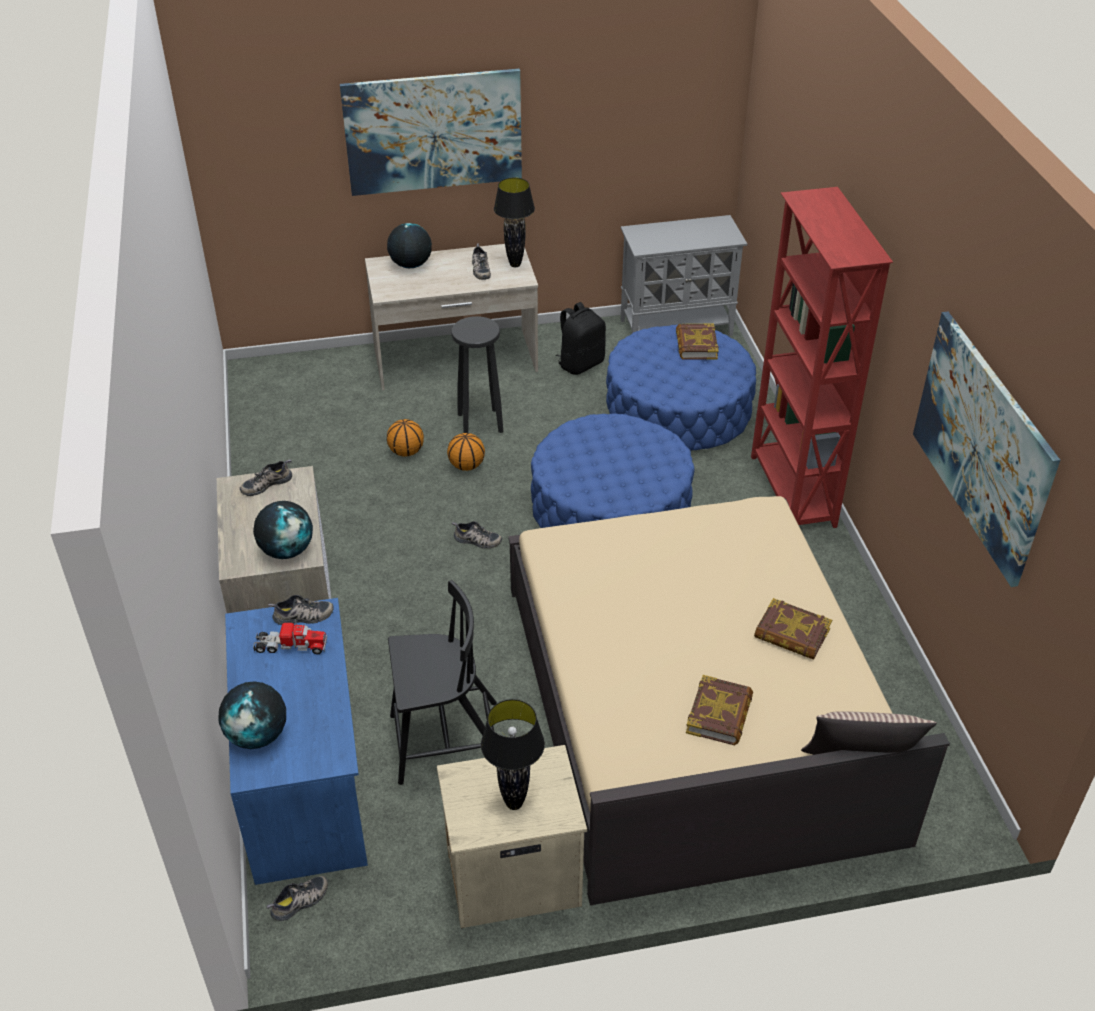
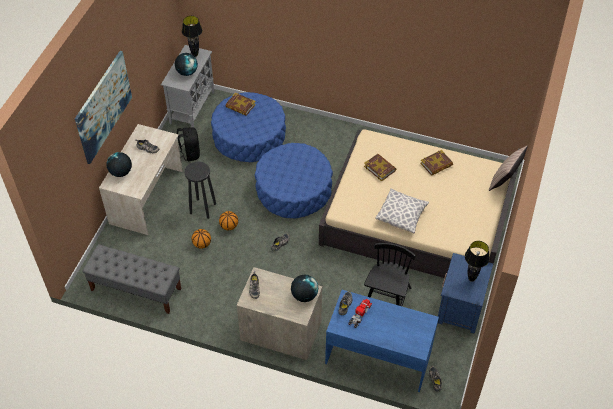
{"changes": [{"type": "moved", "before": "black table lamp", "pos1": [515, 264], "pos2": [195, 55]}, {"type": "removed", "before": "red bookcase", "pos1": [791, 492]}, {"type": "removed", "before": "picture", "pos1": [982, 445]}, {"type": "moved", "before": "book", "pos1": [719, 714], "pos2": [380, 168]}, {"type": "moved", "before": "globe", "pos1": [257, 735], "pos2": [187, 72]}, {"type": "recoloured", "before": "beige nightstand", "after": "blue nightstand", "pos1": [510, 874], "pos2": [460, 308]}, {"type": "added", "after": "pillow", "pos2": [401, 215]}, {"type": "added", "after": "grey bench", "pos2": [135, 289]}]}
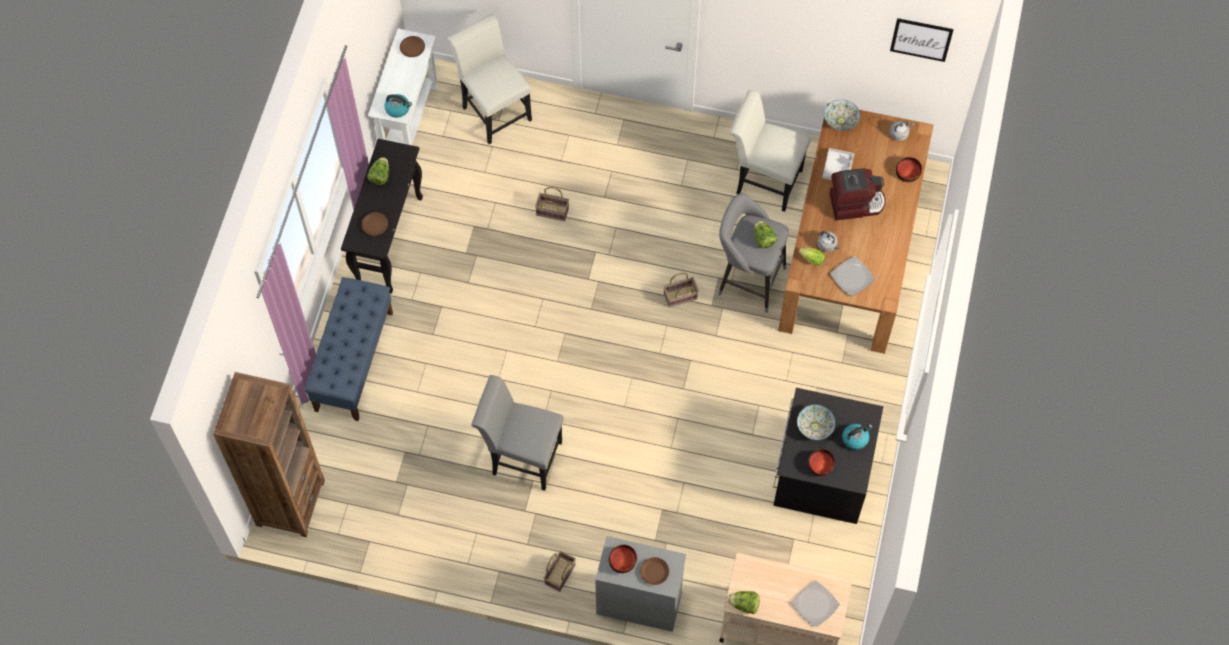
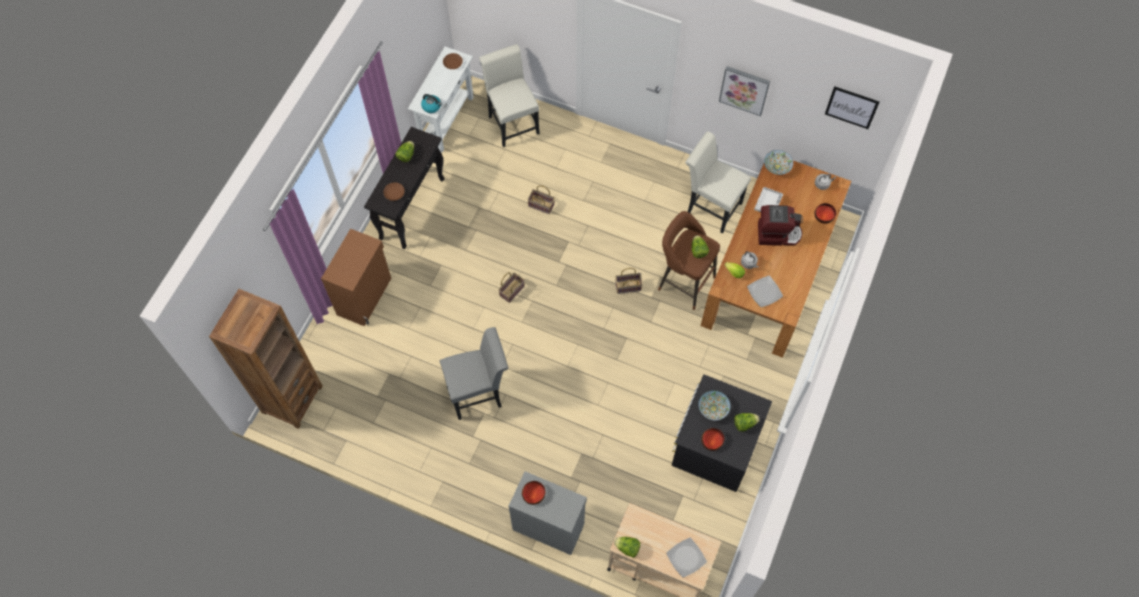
{"changes": [{"type": "recoloured", "before": "grey stool", "after": "brown stool", "pos1": [747, 279], "pos2": [683, 281]}, {"type": "replaced", "before": "blue bench", "after": "brown cabinet", "pos1": [354, 361], "pos2": [365, 296]}, {"type": "turned", "before": "grey chair", "pos1": [521, 456], "pos2": [479, 392], "turn": 135}, {"type": "replaced", "before": "kettle", "after": "lettuce", "pos1": [855, 438], "pos2": [744, 424]}, {"type": "moved", "before": "basket", "pos1": [559, 573], "pos2": [512, 290]}, {"type": "removed", "before": "brown plate", "pos1": [654, 572]}, {"type": "added", "after": "picture", "pos2": [744, 90]}]}
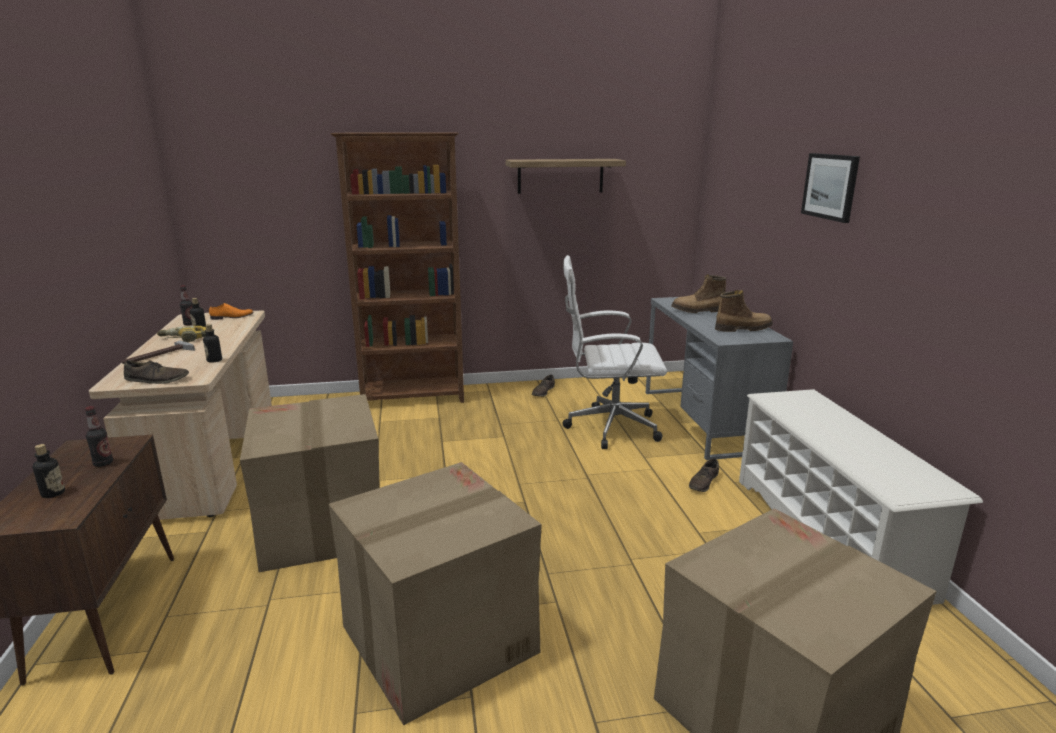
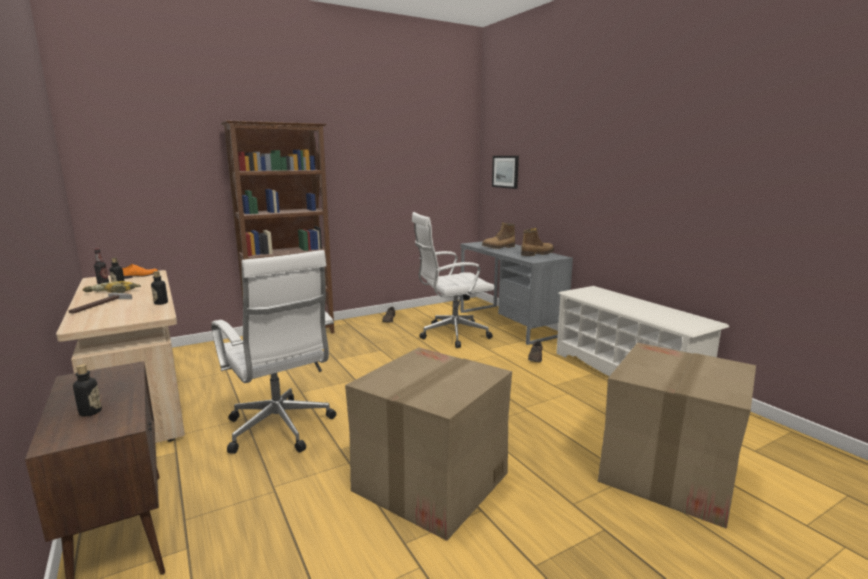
{"changes": [{"type": "moved", "before": "picture", "pos1": [830, 186], "pos2": [505, 171]}, {"type": "removed", "before": "shelf", "pos1": [560, 176]}, {"type": "removed", "before": "brown shoe", "pos1": [157, 379]}, {"type": "replaced", "before": "cardboard box", "after": "white office chair", "pos1": [322, 527], "pos2": [281, 430]}, {"type": "removed", "before": "bottle", "pos1": [103, 463]}]}
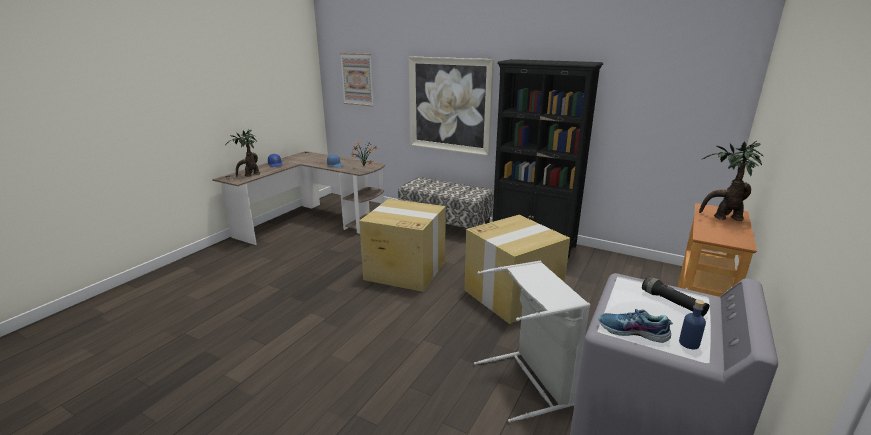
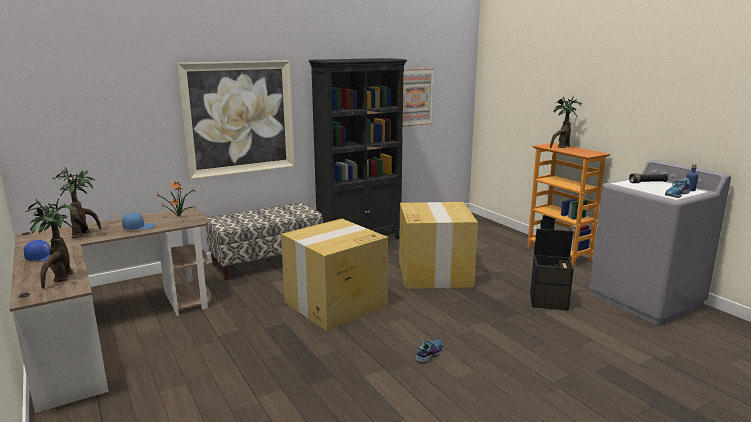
{"changes": [{"type": "moved", "before": "picture", "pos1": [357, 79], "pos2": [414, 97]}, {"type": "replaced", "before": "grey laundry basket", "after": "black storage box", "pos1": [531, 381], "pos2": [549, 301]}, {"type": "added", "after": "potted plant", "pos2": [84, 234]}, {"type": "added", "after": "shoe", "pos2": [429, 354]}]}
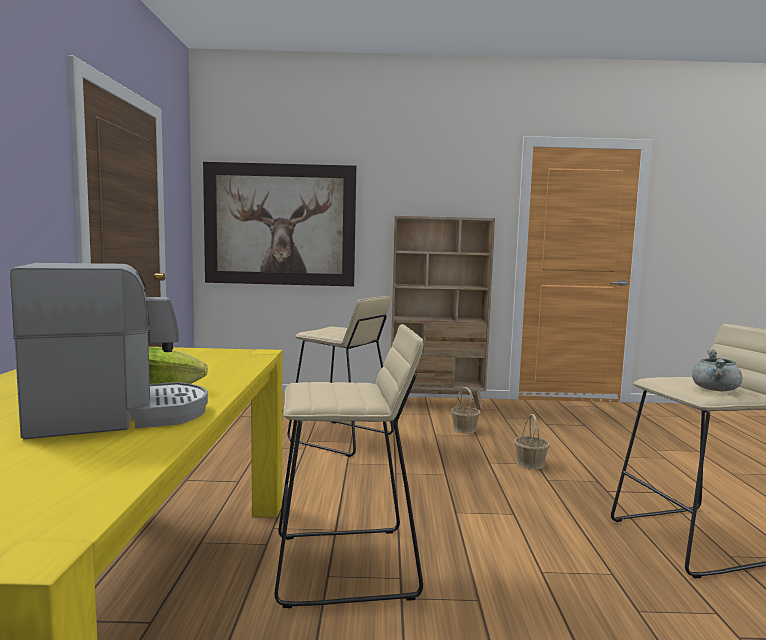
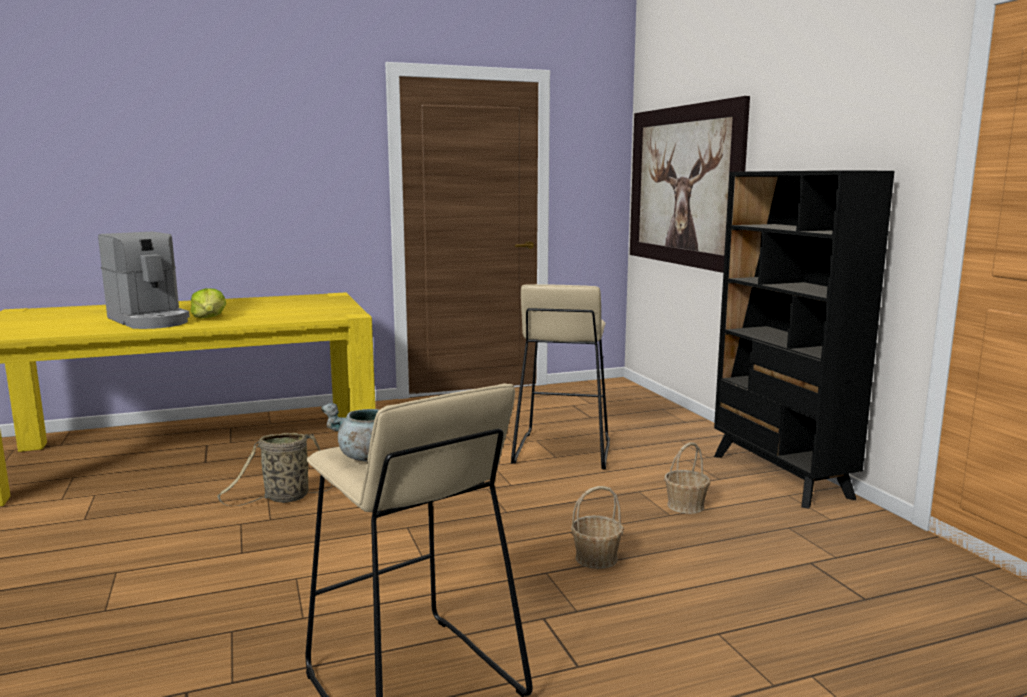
{"changes": [{"type": "recoloured", "before": "beige bookcase", "after": "black bookcase", "pos1": [436, 403], "pos2": [780, 476]}, {"type": "replaced", "before": "beige stool", "after": "basket", "pos1": [346, 566], "pos2": [284, 498]}]}
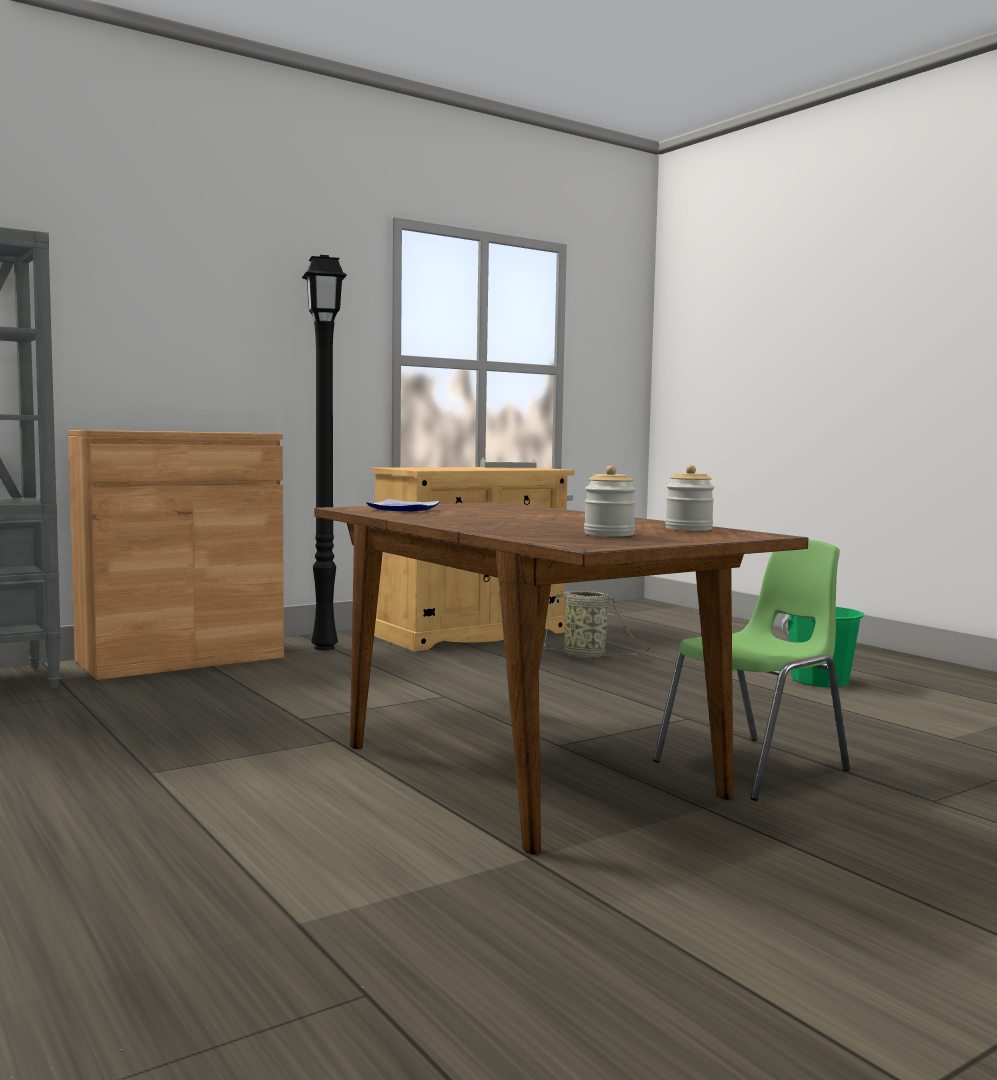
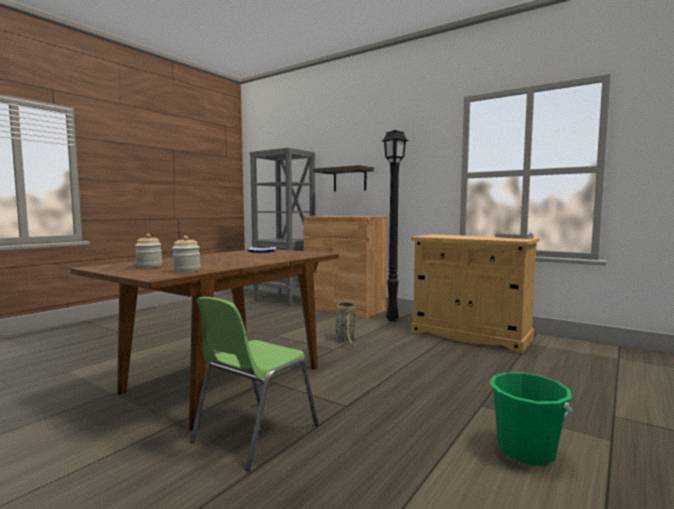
{"changes": [{"type": "turned", "before": "green chair", "pos1": [755, 766], "pos2": [253, 434], "turn": 90}, {"type": "moved", "before": "basket", "pos1": [588, 656], "pos2": [345, 339]}, {"type": "added", "after": "shelf", "pos2": [349, 180]}]}
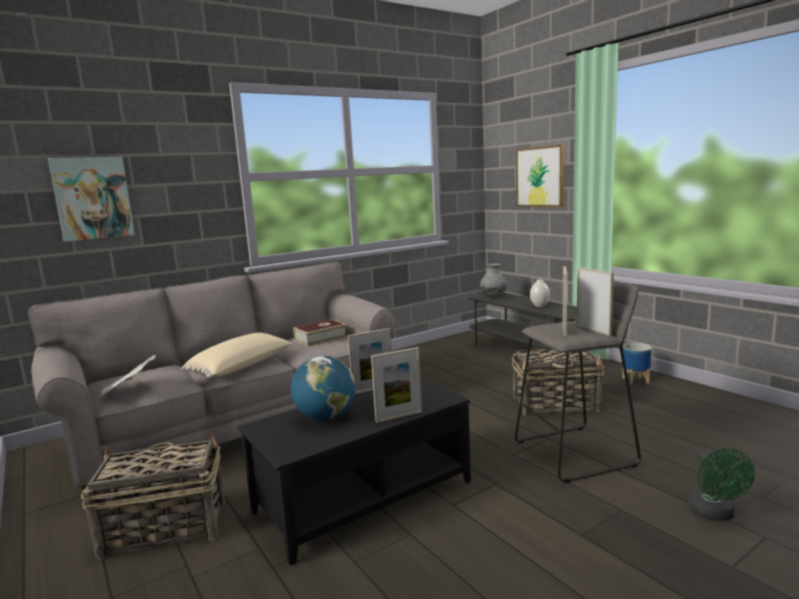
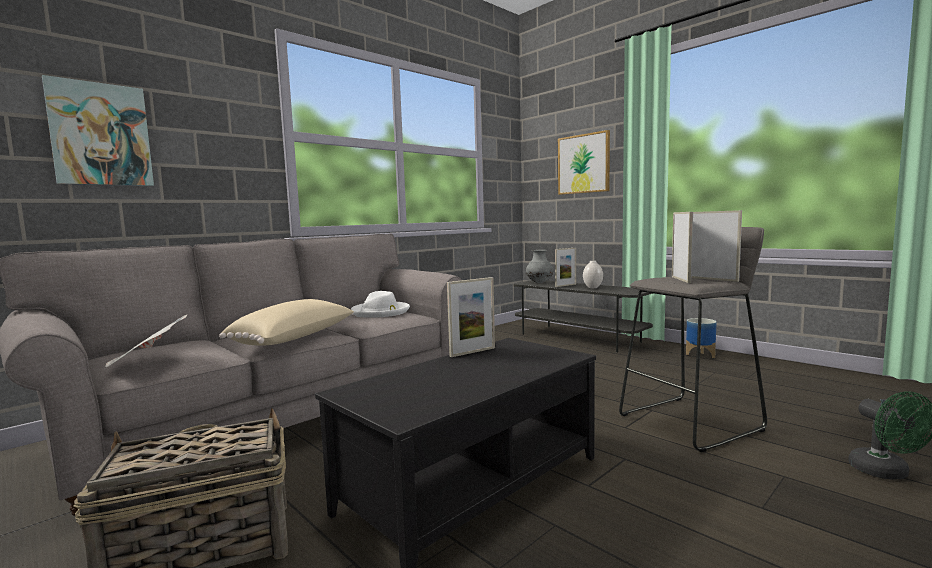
{"changes": [{"type": "replaced", "before": "book", "after": "white hat", "pos1": [320, 339], "pos2": [380, 312]}, {"type": "moved", "before": "picture frame", "pos1": [399, 417], "pos2": [565, 285]}, {"type": "removed", "before": "basket", "pos1": [556, 404]}, {"type": "removed", "before": "globe", "pos1": [326, 417]}]}
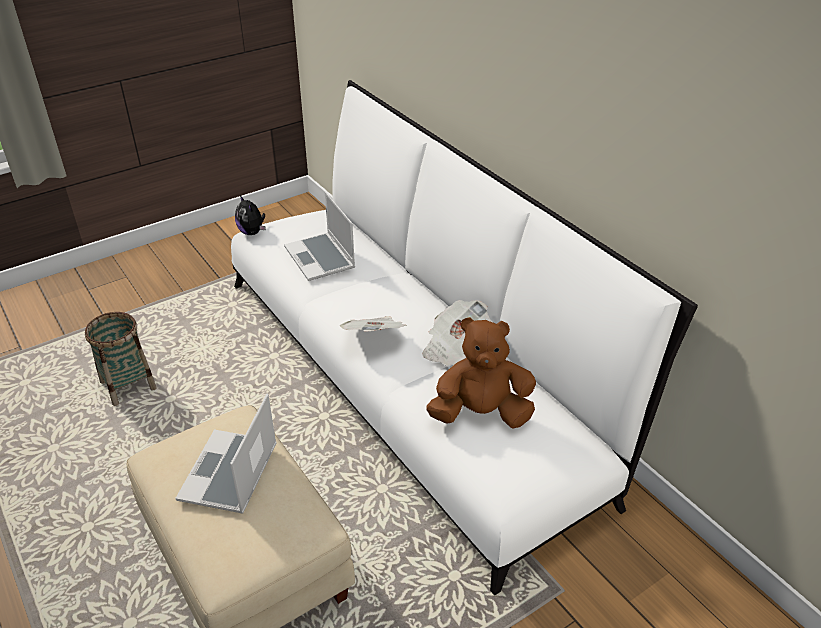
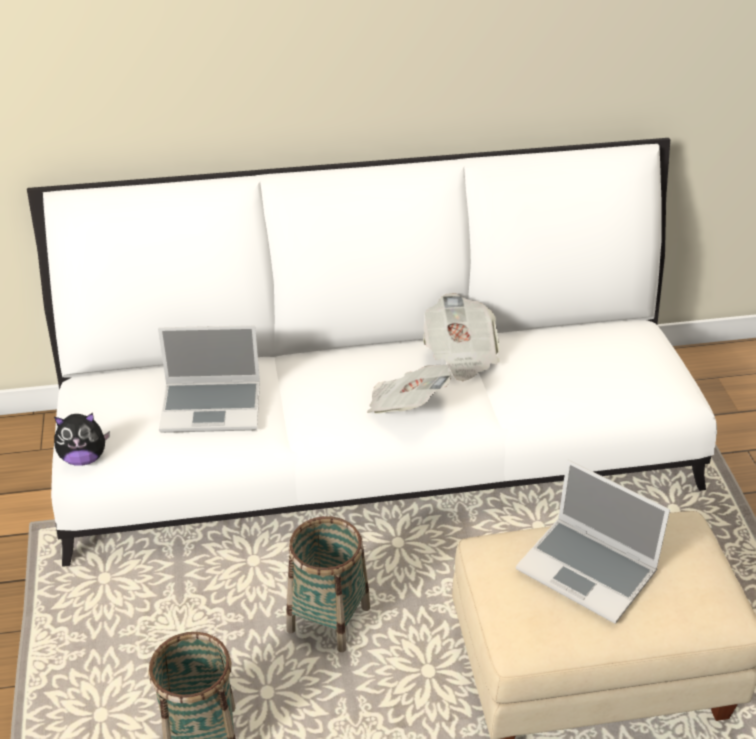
{"changes": [{"type": "removed", "before": "brown plush toy", "pos1": [481, 413]}, {"type": "added", "after": "basket", "pos2": [328, 619]}]}
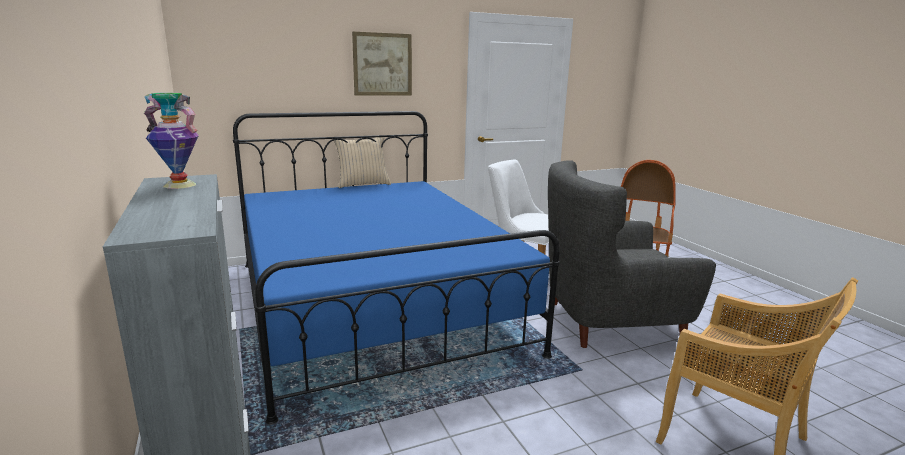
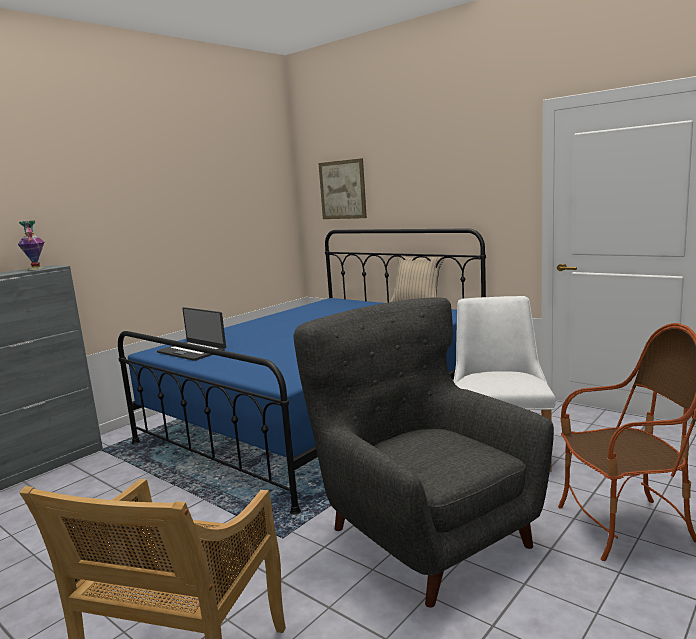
{"changes": [{"type": "moved", "before": "picture", "pos1": [382, 64], "pos2": [342, 190]}, {"type": "added", "after": "laptop", "pos2": [192, 351]}]}
